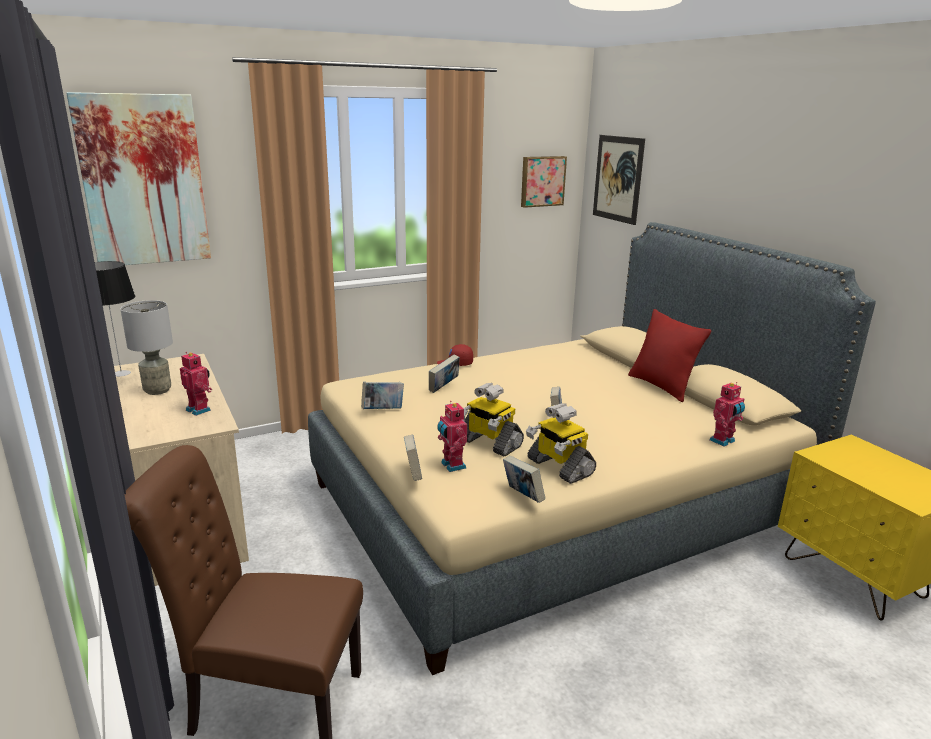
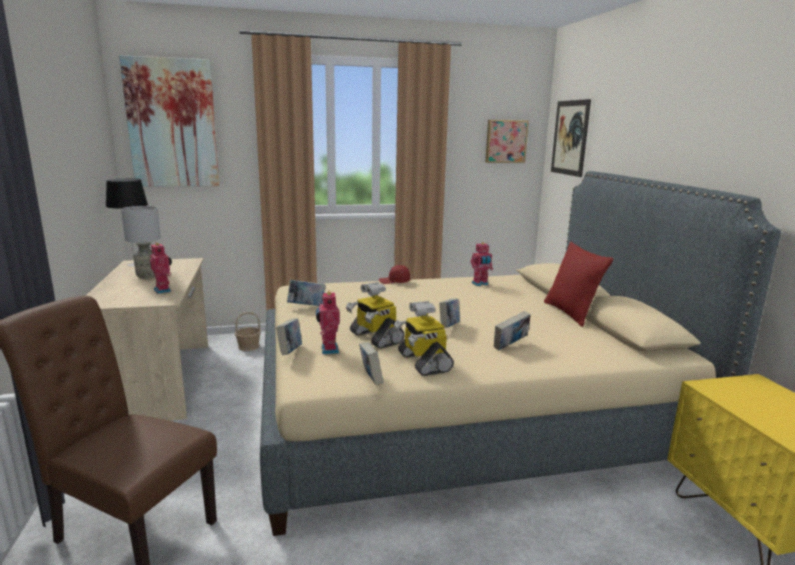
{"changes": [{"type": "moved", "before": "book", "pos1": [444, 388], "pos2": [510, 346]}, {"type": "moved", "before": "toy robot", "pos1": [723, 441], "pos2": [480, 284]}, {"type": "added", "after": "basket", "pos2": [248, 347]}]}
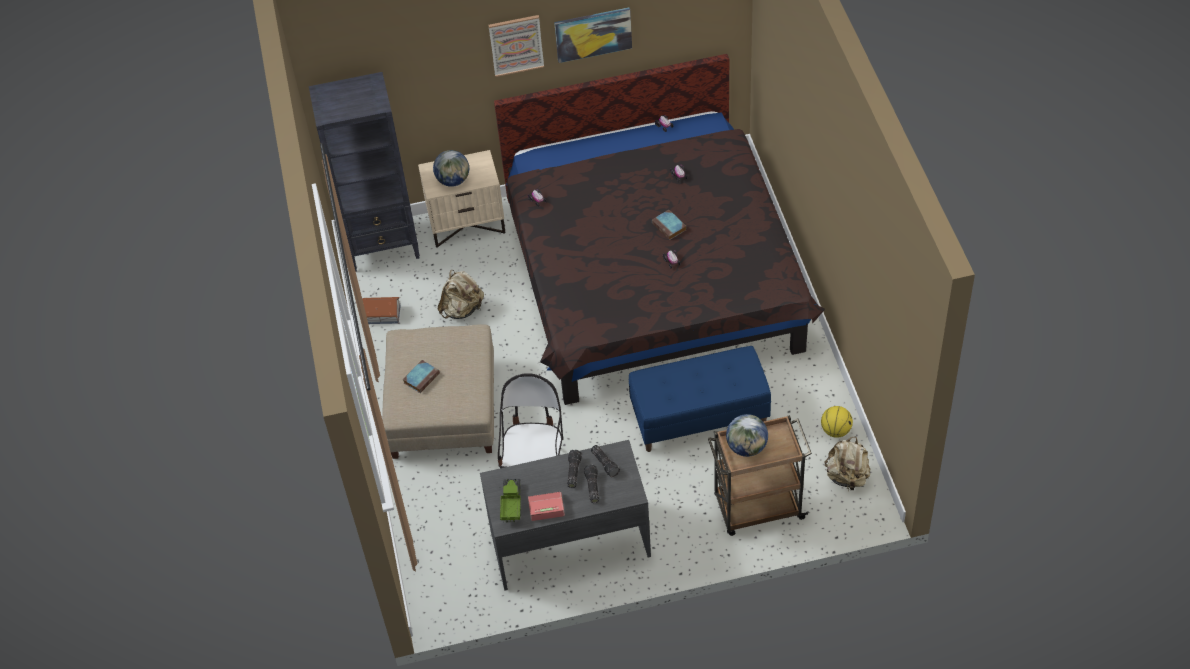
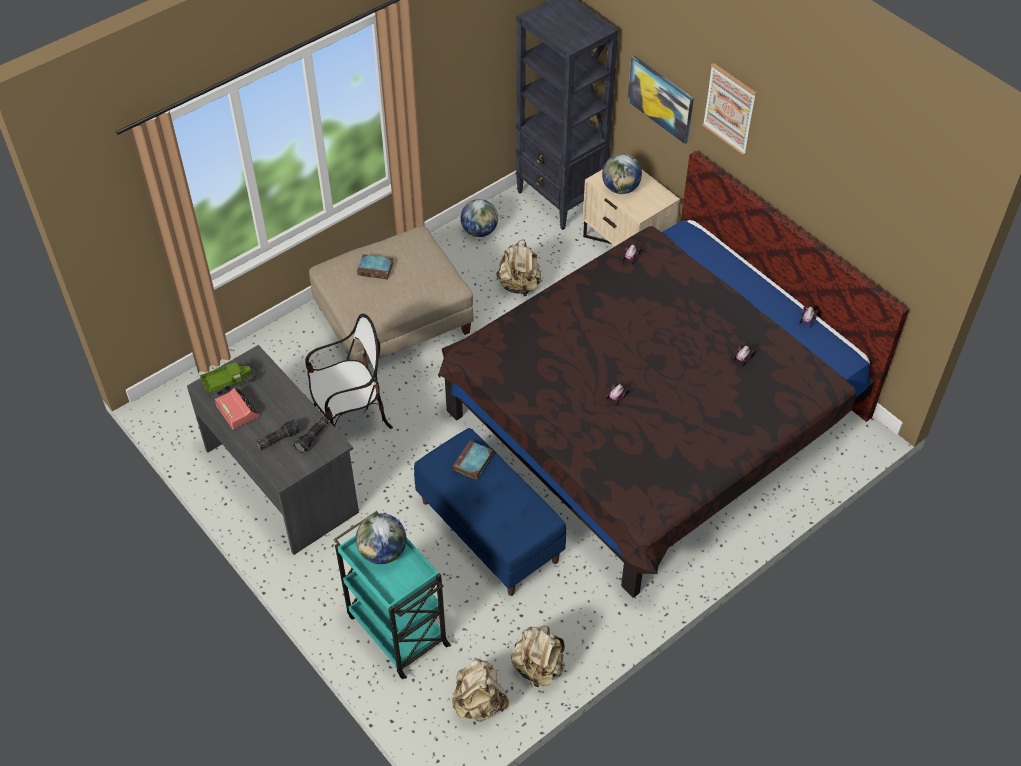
{"changes": [{"type": "moved", "before": "picture", "pos1": [593, 34], "pos2": [661, 99]}, {"type": "moved", "before": "book", "pos1": [669, 227], "pos2": [473, 462]}, {"type": "replaced", "before": "toy house", "after": "globe", "pos1": [381, 314], "pos2": [479, 231]}, {"type": "replaced", "before": "basketball", "after": "beige backpack", "pos1": [836, 430], "pos2": [538, 668]}, {"type": "recoloured", "before": "brown cart", "after": "turquoise cart", "pos1": [757, 508], "pos2": [396, 628]}, {"type": "removed", "before": "flashlight", "pos1": [573, 472]}]}
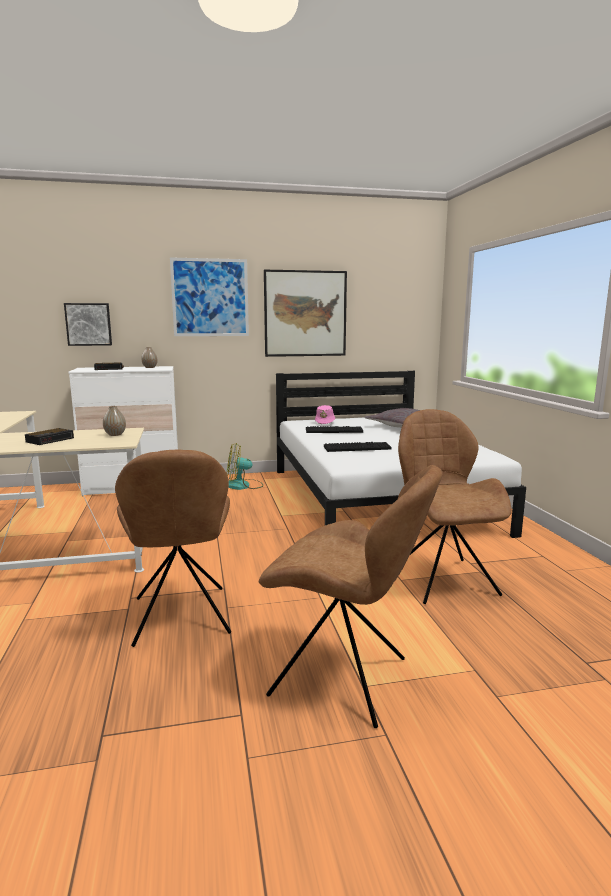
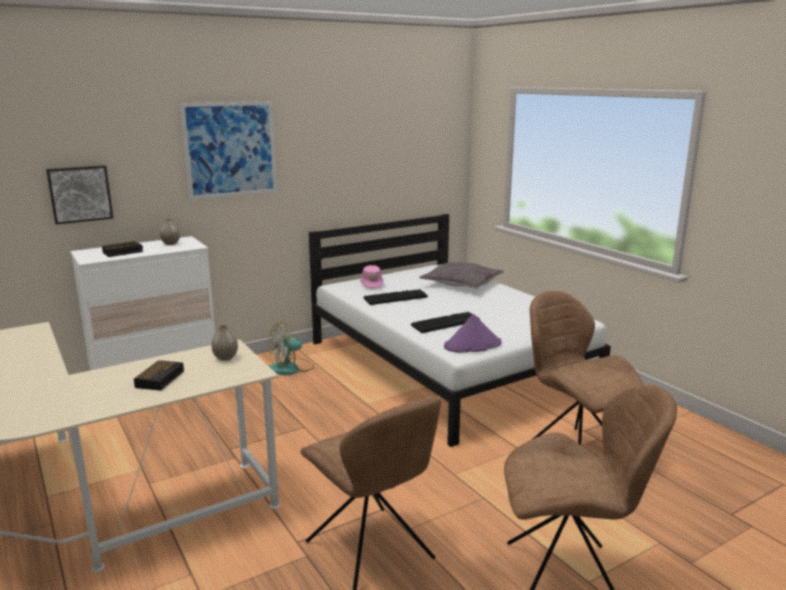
{"changes": [{"type": "removed", "before": "picture", "pos1": [305, 314]}, {"type": "added", "after": "purple hat", "pos2": [472, 345]}]}
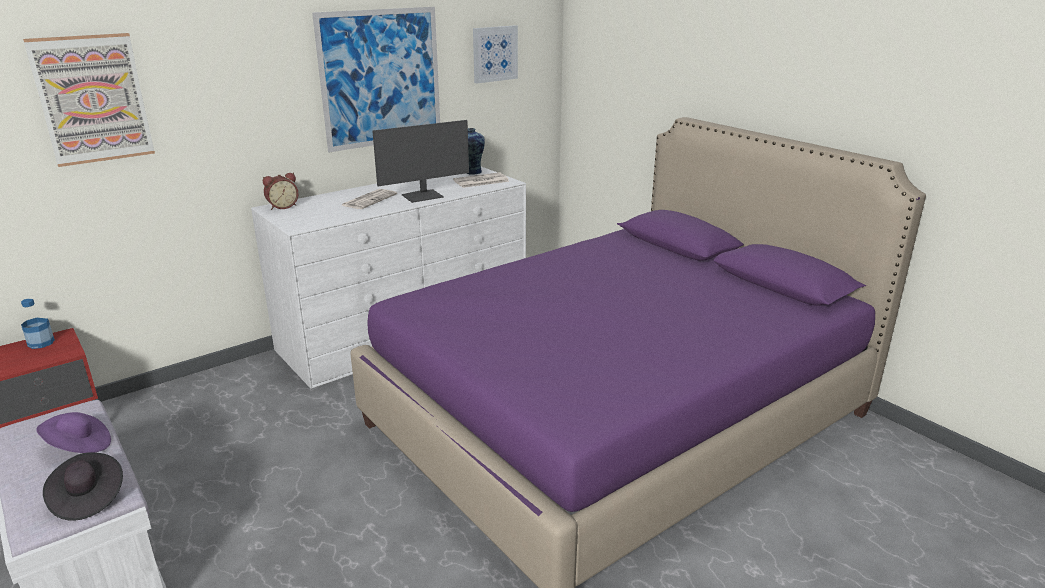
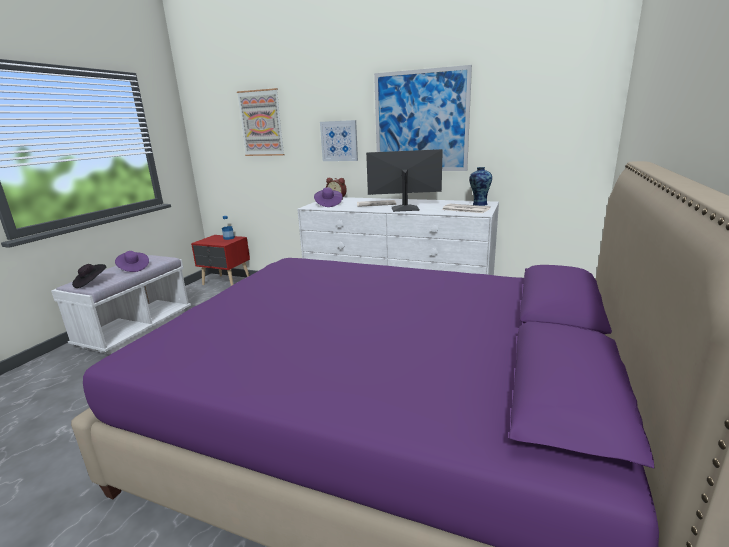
{"changes": [{"type": "moved", "before": "picture", "pos1": [494, 54], "pos2": [339, 141]}, {"type": "turned", "before": "monitor", "pos1": [423, 196], "pos2": [405, 208], "turn": 150}, {"type": "added", "after": "purple hat", "pos2": [328, 204]}]}
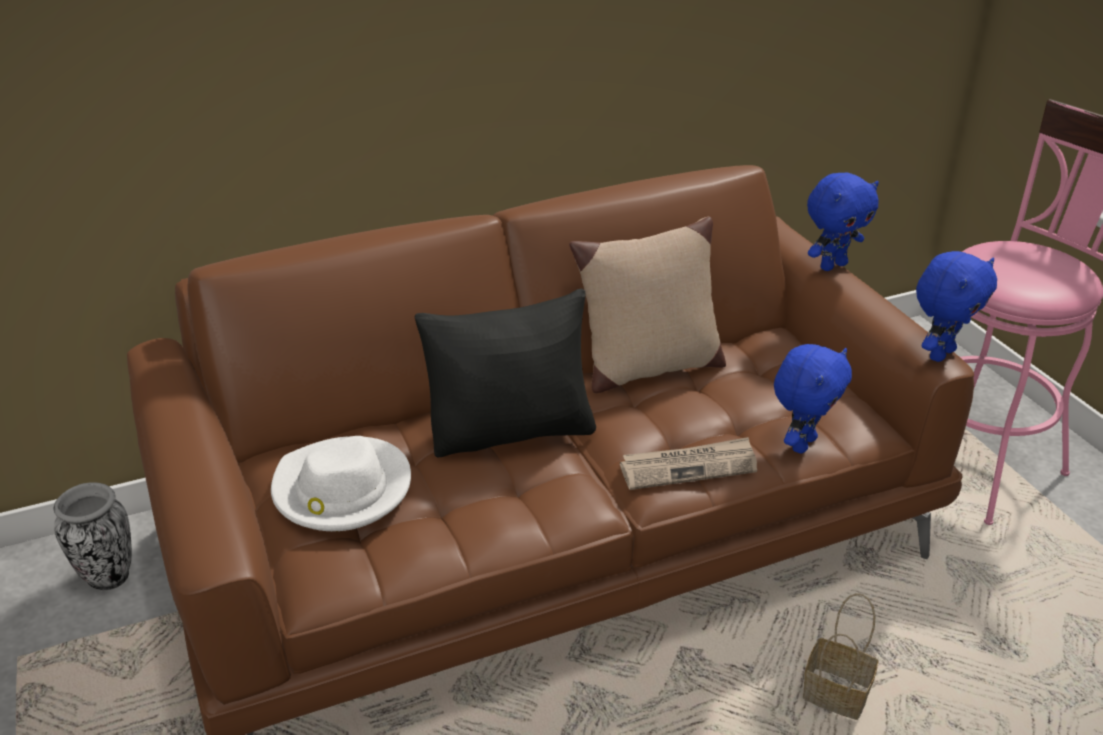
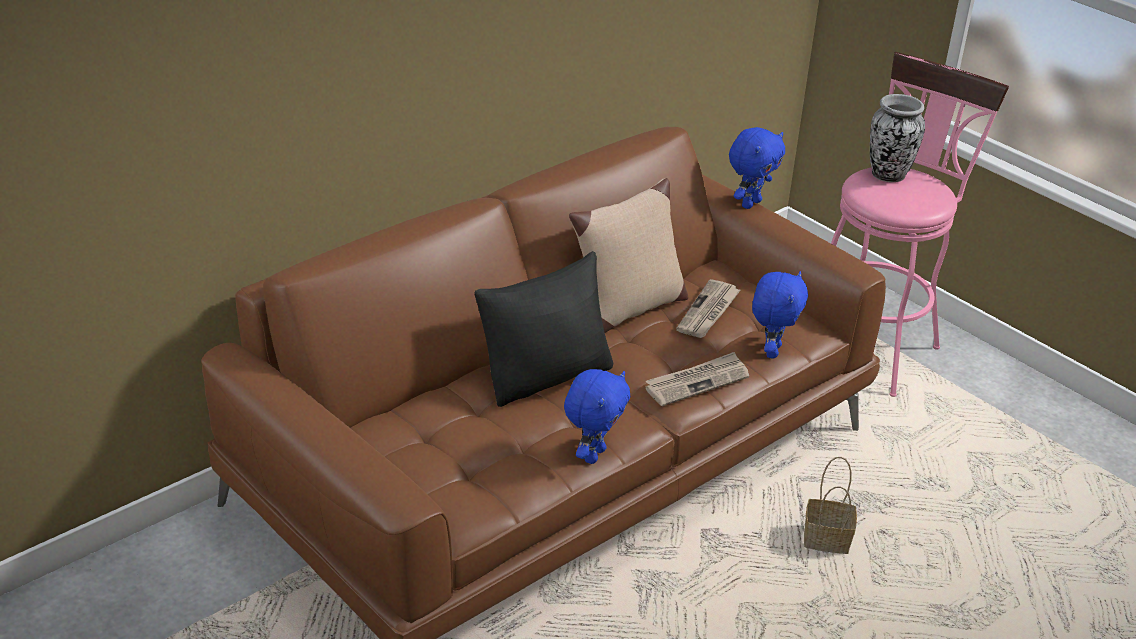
{"changes": [{"type": "moved", "before": "blue plush toy", "pos1": [940, 353], "pos2": [593, 454]}, {"type": "removed", "before": "white hat", "pos1": [341, 490]}, {"type": "moved", "before": "vase", "pos1": [107, 577], "pos2": [888, 176]}, {"type": "added", "after": "newspaper", "pos2": [708, 312]}]}
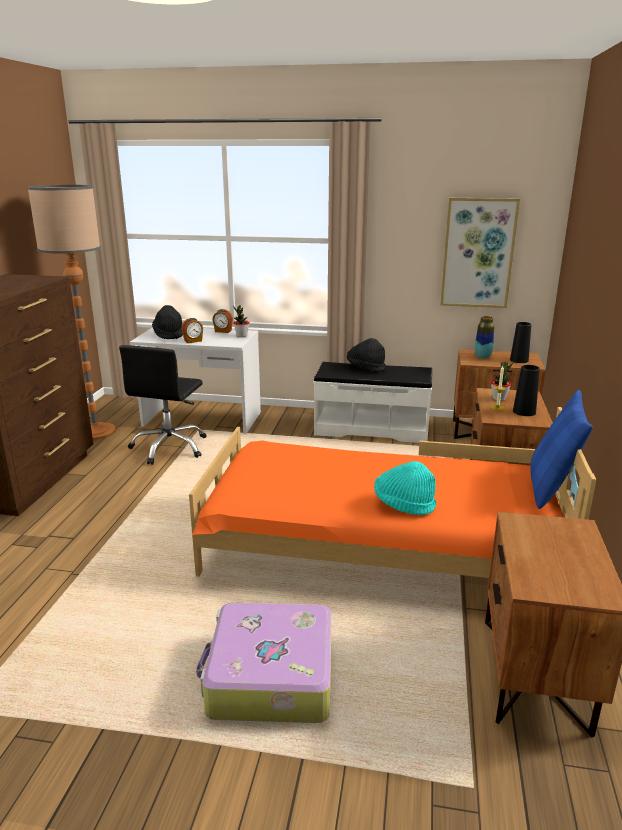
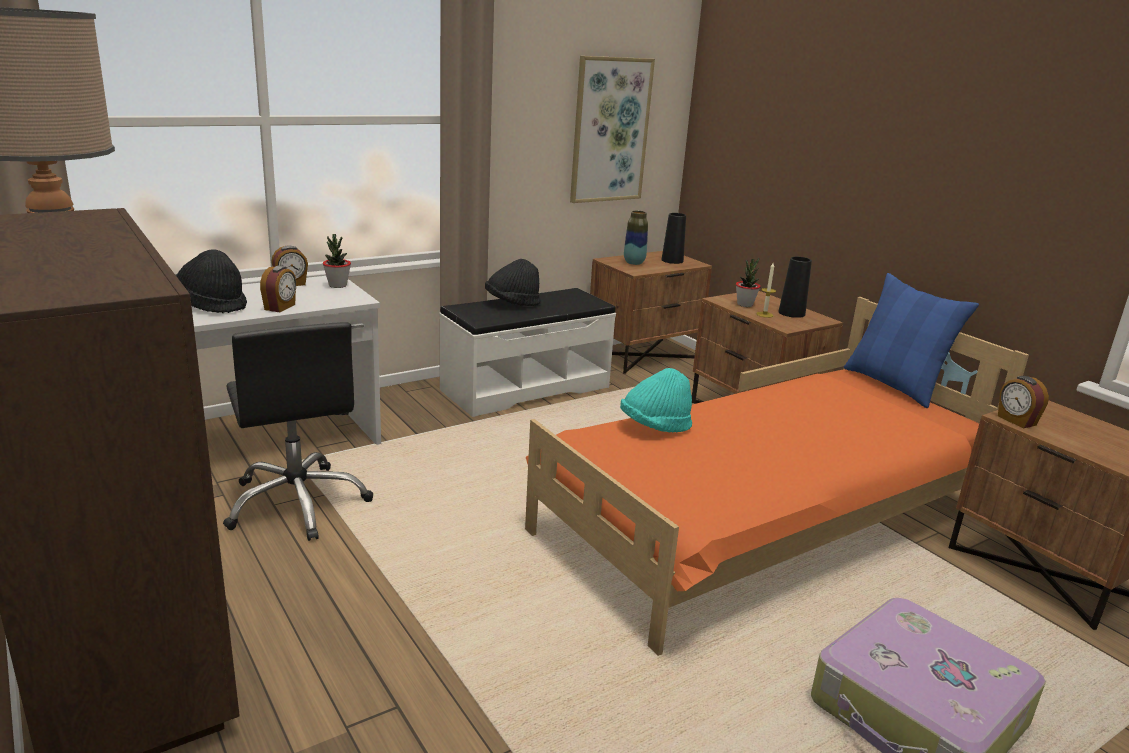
{"changes": [{"type": "moved", "before": "turquoise hat", "pos1": [403, 505], "pos2": [654, 426]}, {"type": "added", "after": "alarm clock", "pos2": [1016, 420]}]}
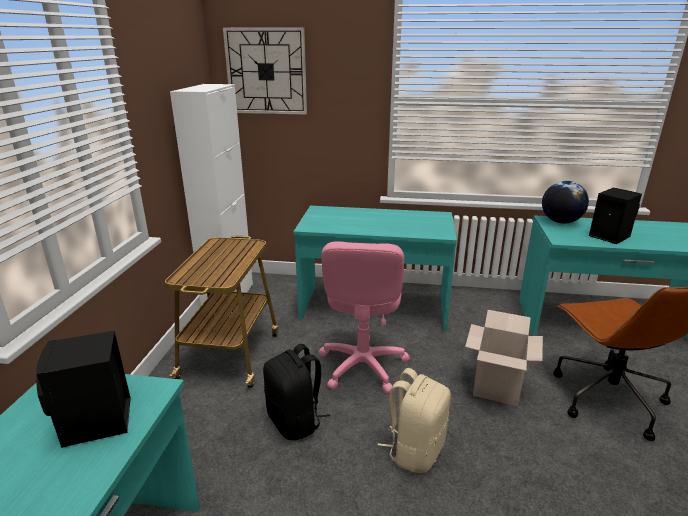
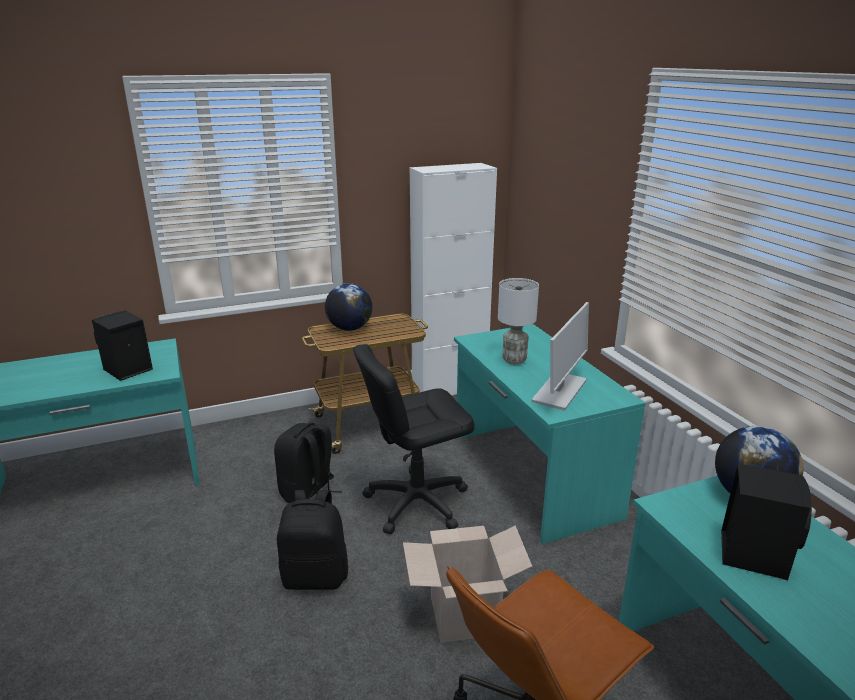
{"changes": [{"type": "removed", "before": "wall clock", "pos1": [266, 71]}, {"type": "recoloured", "before": "pink office chair", "after": "black office chair", "pos1": [362, 365], "pos2": [416, 502]}, {"type": "recoloured", "before": "beige backpack", "after": "black backpack", "pos1": [415, 450], "pos2": [315, 576]}, {"type": "added", "after": "white table lamp", "pos2": [513, 360]}, {"type": "added", "after": "globe", "pos2": [349, 328]}, {"type": "added", "after": "monitor", "pos2": [560, 391]}]}
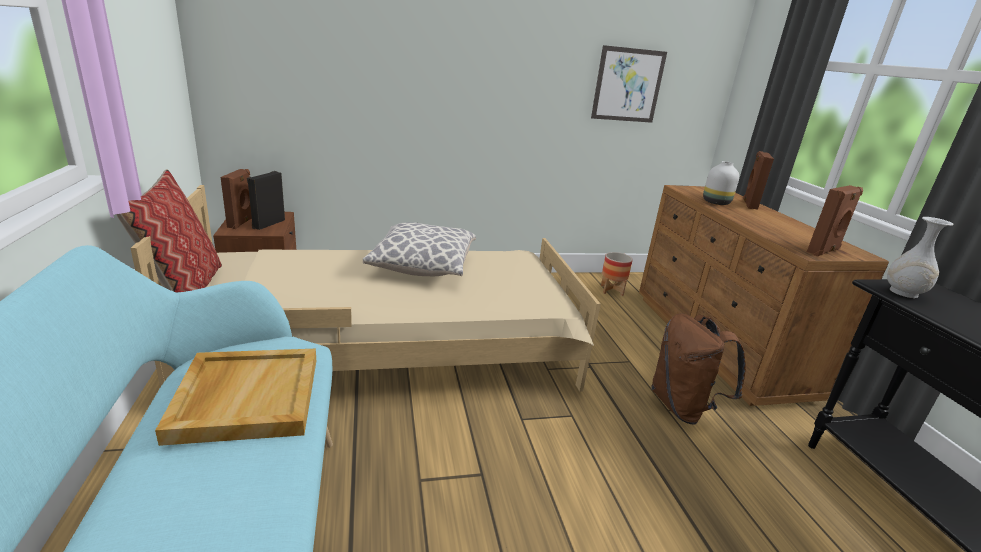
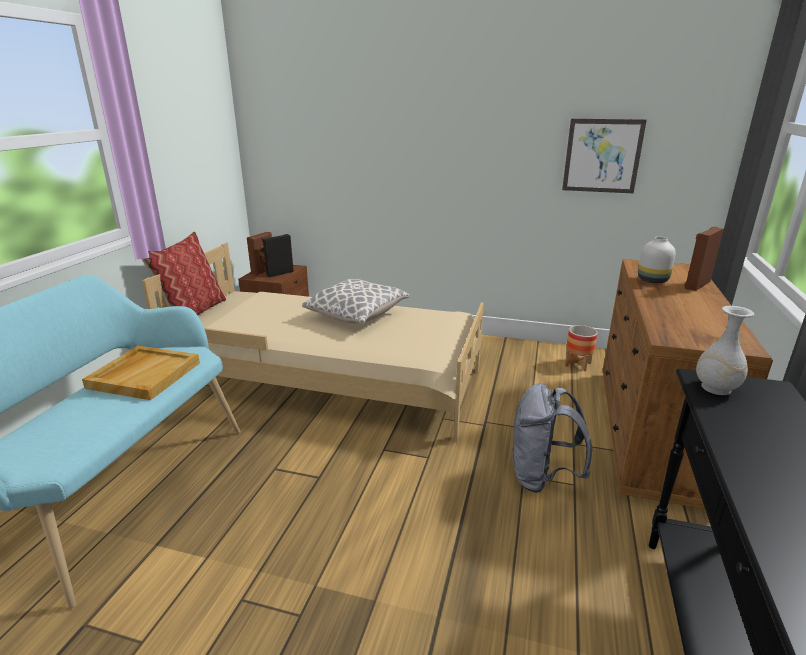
{"changes": [{"type": "removed", "before": "brown speaker", "pos1": [824, 251]}, {"type": "recoloured", "before": "brown backpack", "after": "grey backpack", "pos1": [683, 407], "pos2": [542, 477]}]}
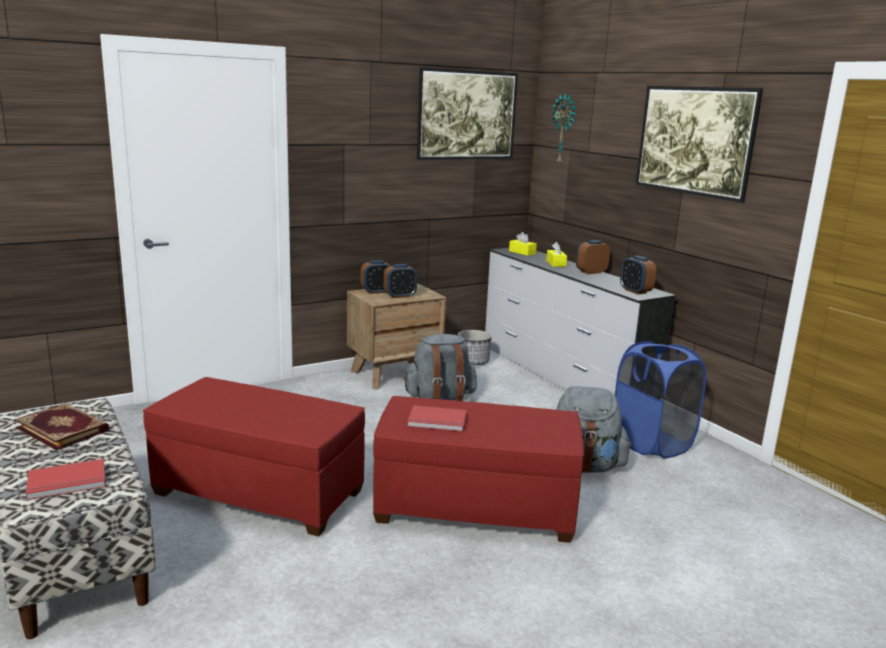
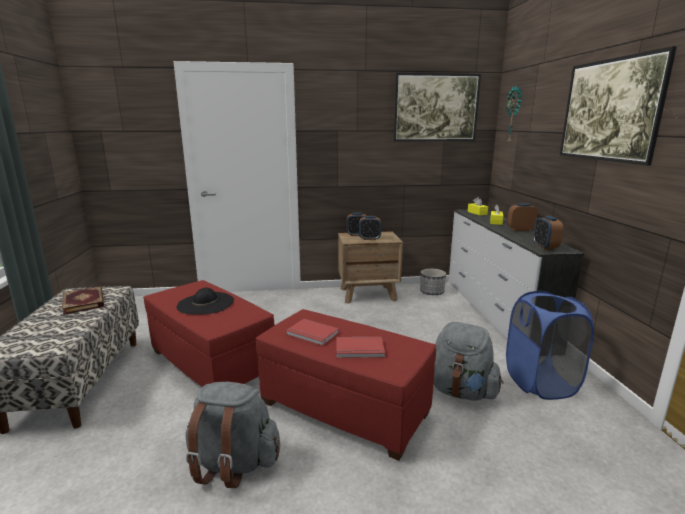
{"changes": [{"type": "moved", "before": "grey backpack", "pos1": [440, 400], "pos2": [233, 464]}, {"type": "moved", "before": "red book", "pos1": [67, 483], "pos2": [360, 350]}, {"type": "added", "after": "black hat", "pos2": [205, 303]}]}
